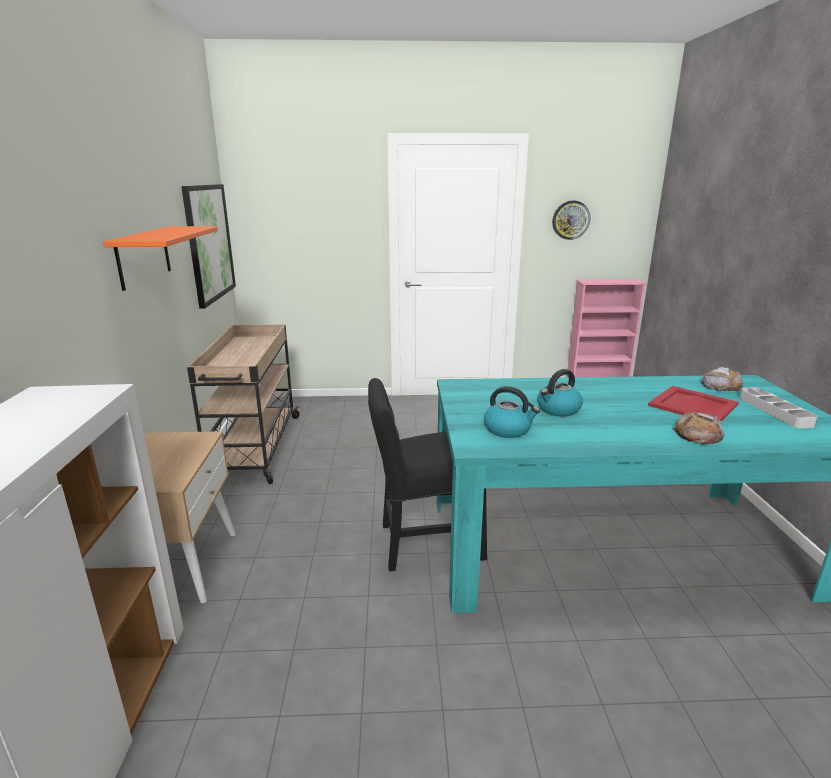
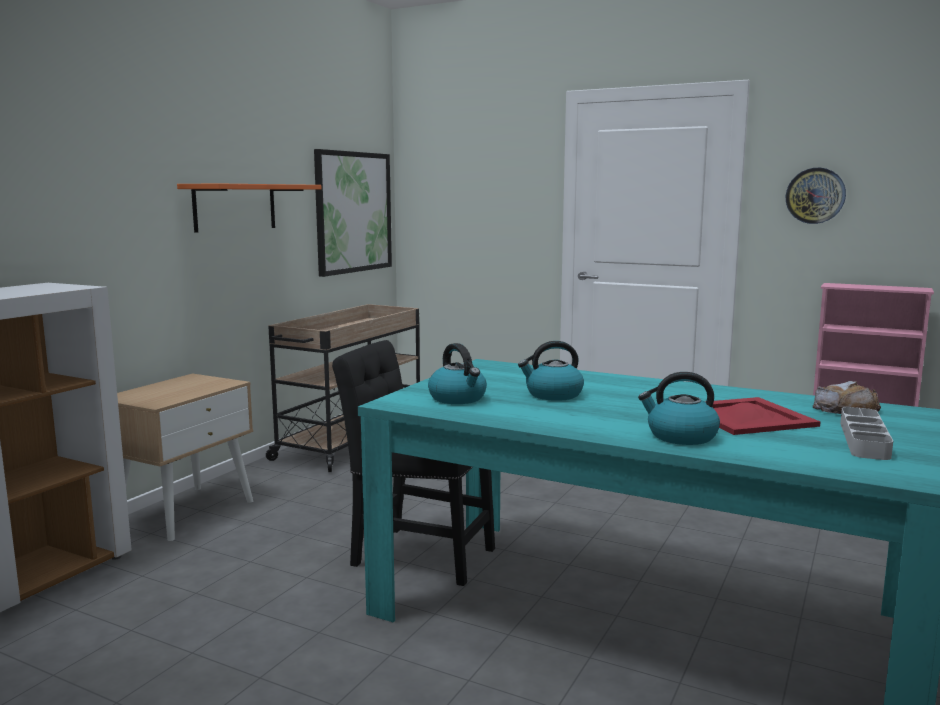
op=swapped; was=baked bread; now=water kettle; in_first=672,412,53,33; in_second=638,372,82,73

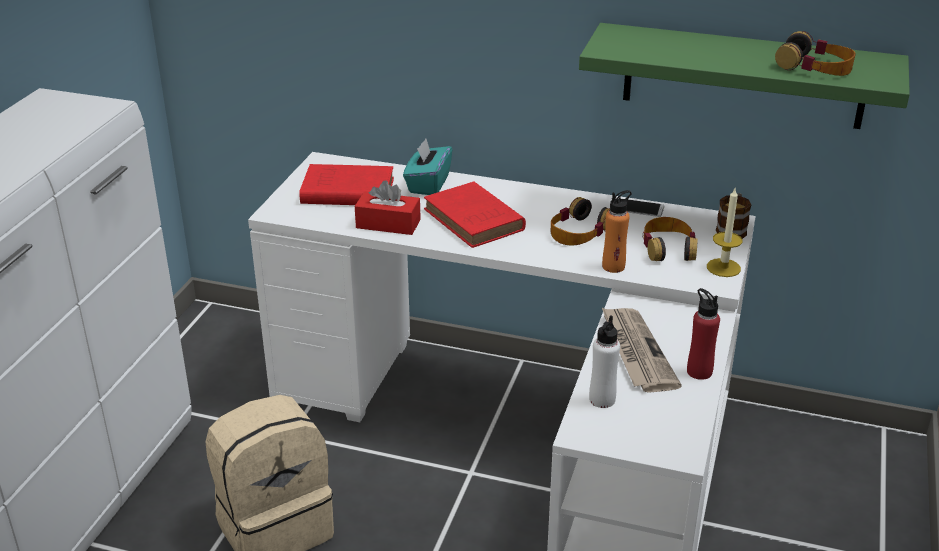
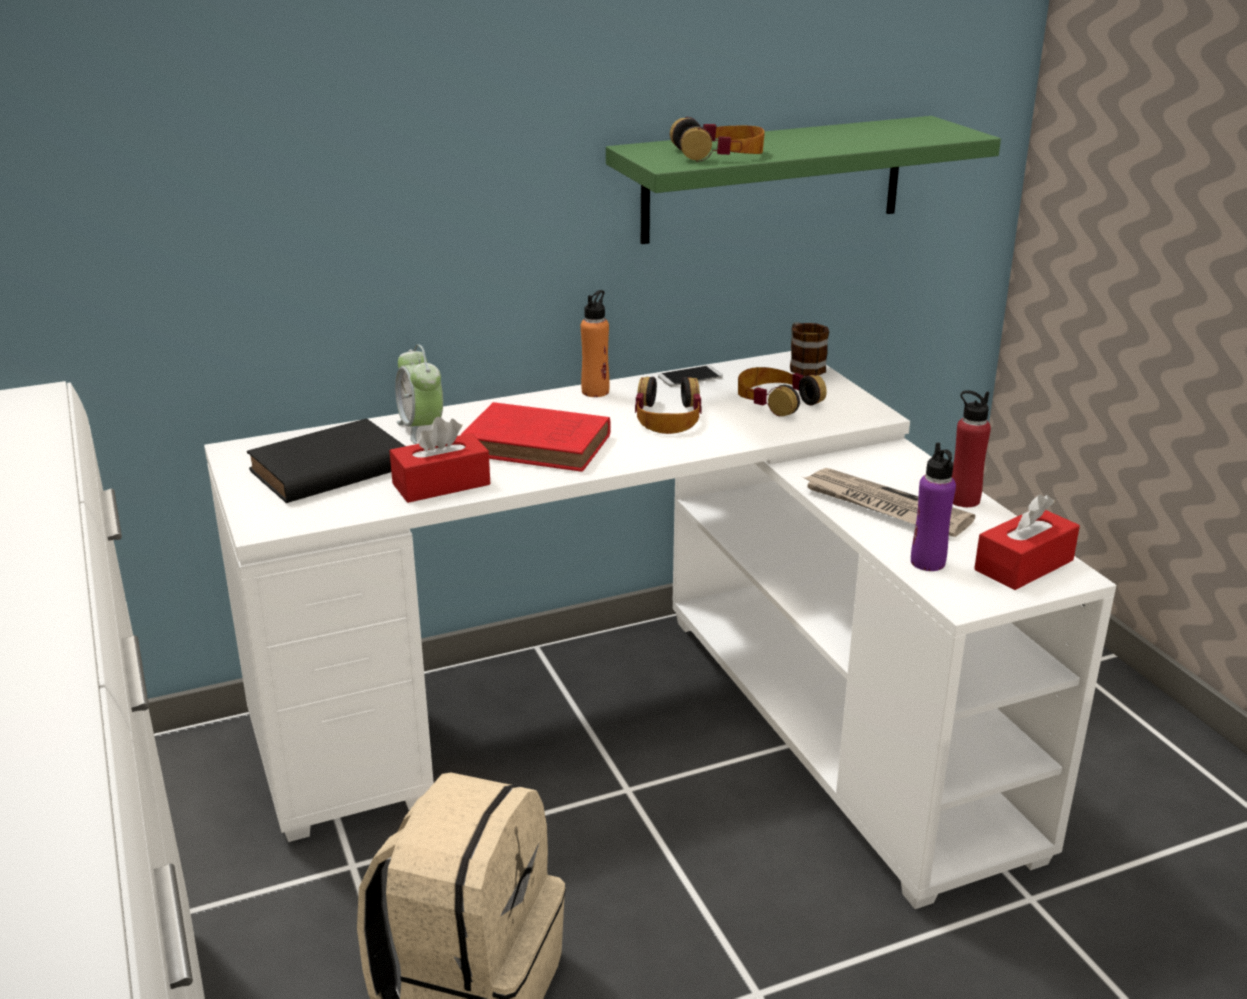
op=shifted; was=headphones; in_first=775,31,81,45; in_second=670,117,95,44
op=swapped; was=box of tissues (turquoise-coloured); now=alarm clock; in_first=403,138,49,57; in_second=395,344,48,100
op=repainted; was=volume (red-coloured); now=volume (black-coloured); in_first=299,164,95,41; in_second=247,418,158,85
op=gone; was=wax light; in_first=707,188,35,89
op=shifted; was=beverage bottle (orangey); in_first=602,190,30,83; in_second=581,290,29,107
op=repainted; was=beverage bottle (white-coloured); now=beverage bottle (purplish); in_first=589,315,31,93; in_second=911,443,45,128
op=new; now=box of tissues (red-coloured); in_second=974,495,106,95

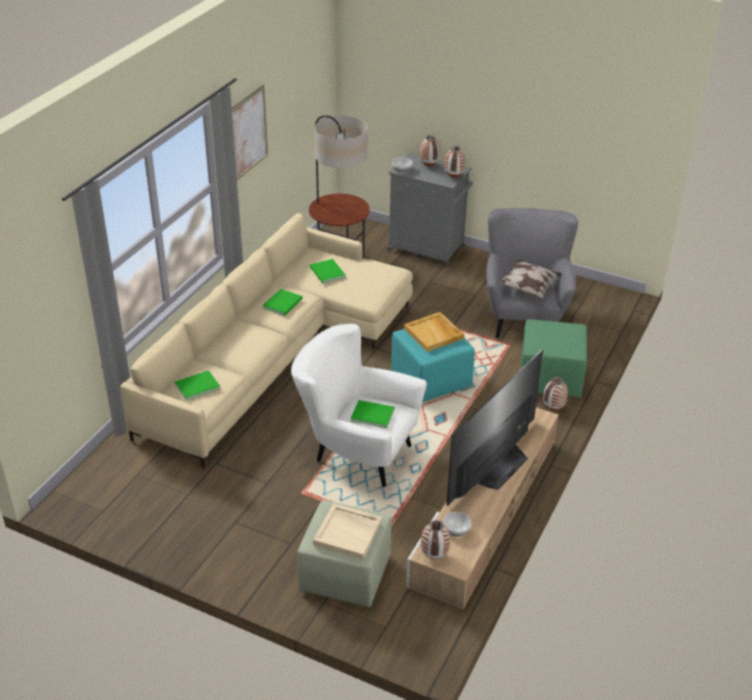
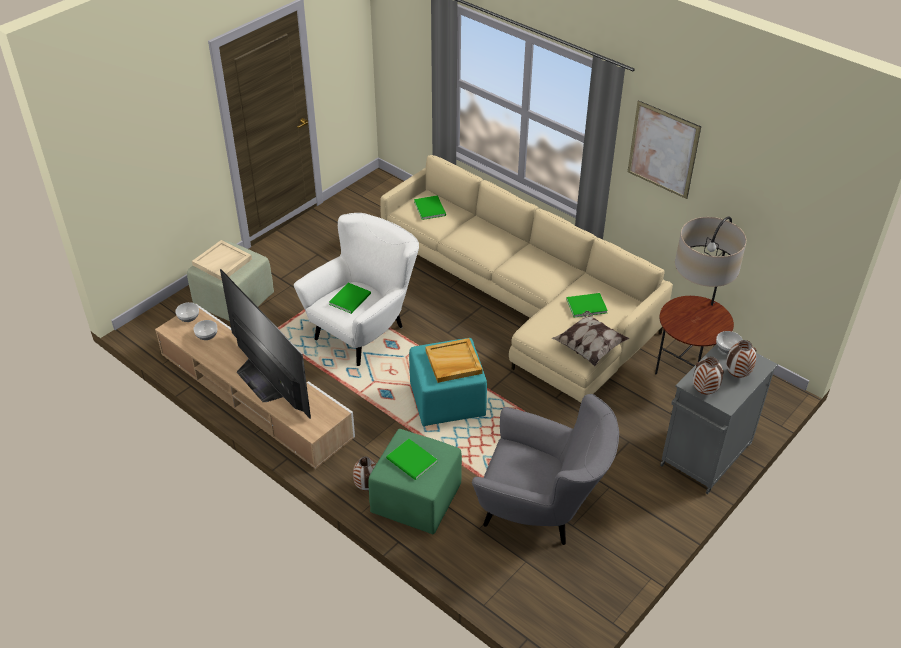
op=shifted; was=cushion; in_first=499,260,62,38; in_second=552,311,77,55
op=shifted; was=volume (green-coloured); in_first=263,289,40,27; in_second=386,439,52,41
op=swapped; was=decorative vase; now=serving bowl; in_first=421,520,29,39; in_second=175,302,24,20

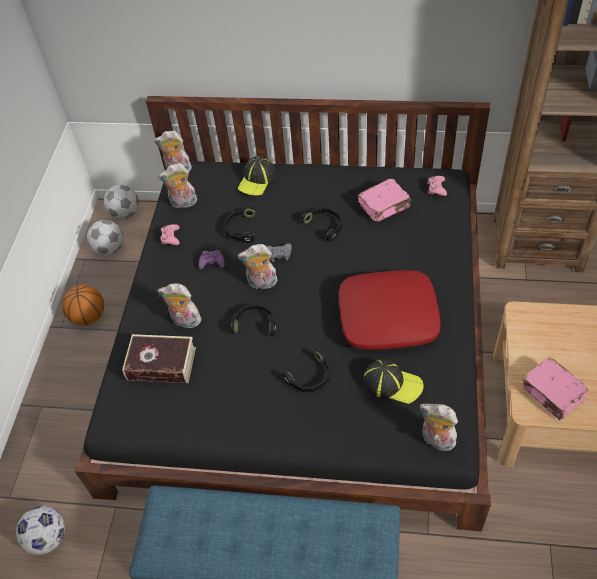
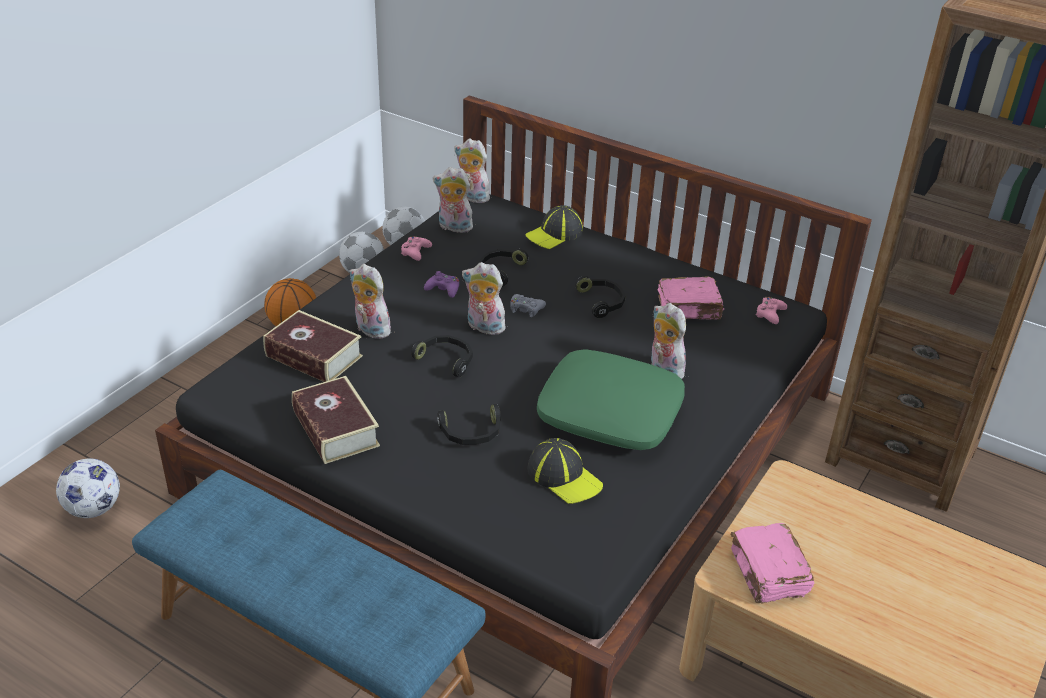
op=repainted; was=cushion (red-coloured); now=cushion (green-coloured); in_first=339,270,102,80; in_second=537,349,148,101
op=shifted; was=cuddly toy; in_first=420,403,38,48; in_second=651,303,35,76
op=new; now=volume; in_second=292,376,88,88

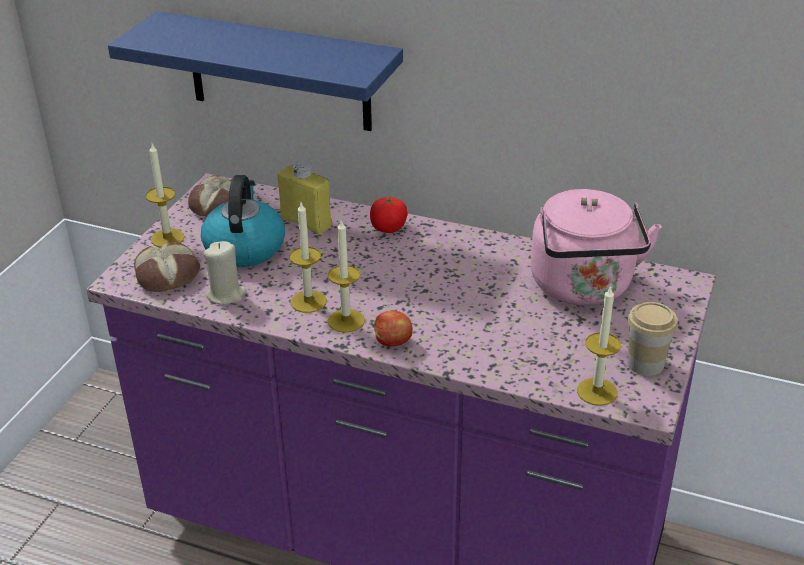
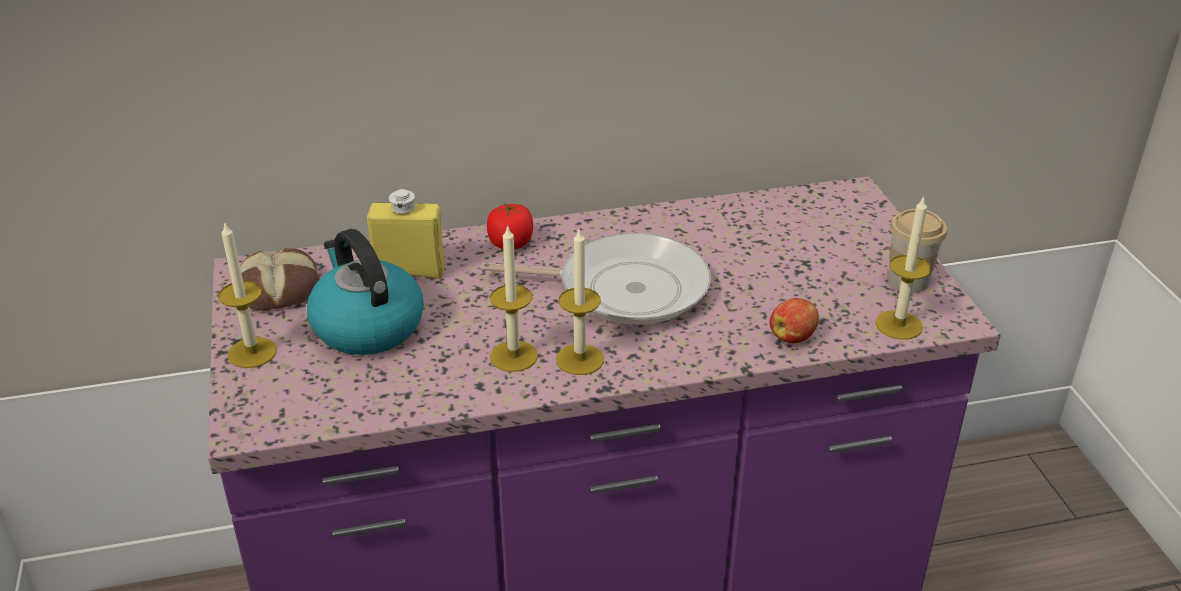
op=gone; was=wall shelf (blue-coloured); in_first=108,11,295,120
op=gone; was=water kettle (pink-coloured); in_first=531,189,131,116
op=gone; was=wax light (beige); in_first=204,241,43,64
op=gone; was=baked bread; in_first=134,242,66,50
op=shifted; was=apple fruit; in_first=374,311,39,36; in_second=770,298,49,45
op=new; now=frying pan; in_second=481,233,230,92

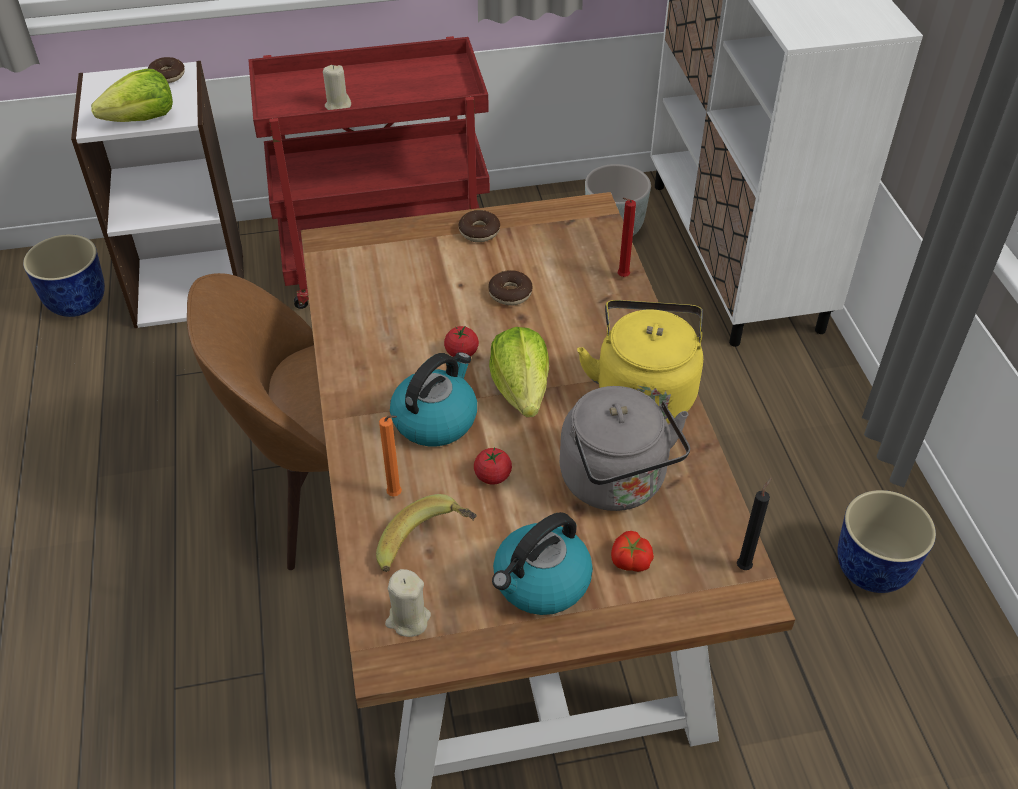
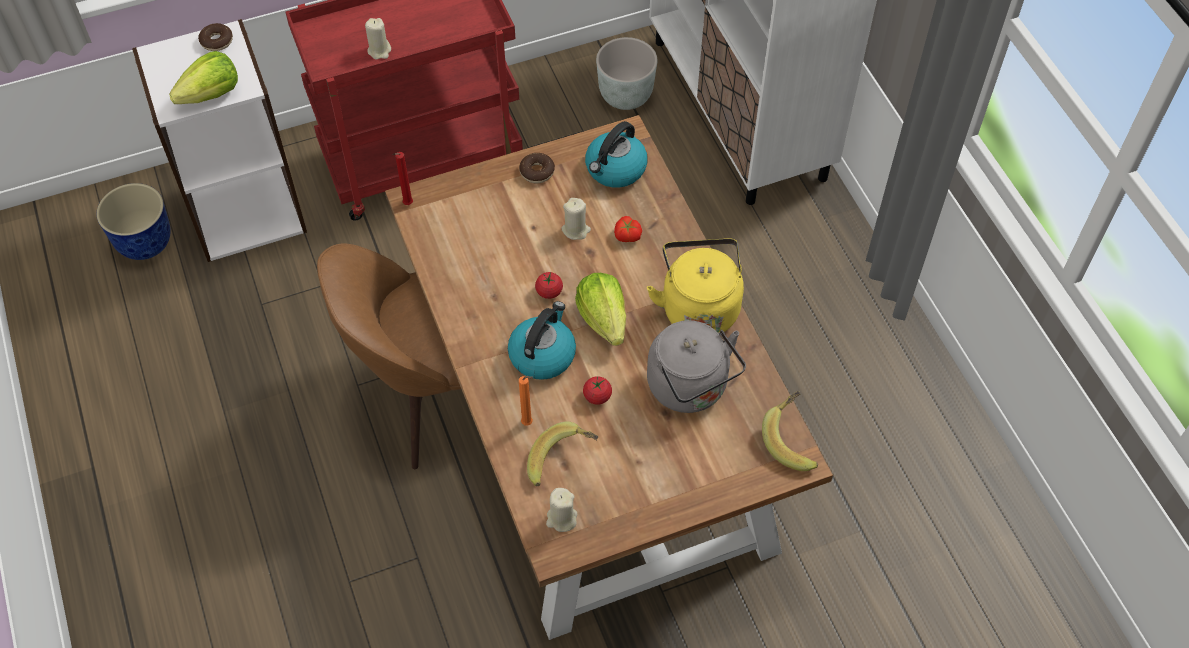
op=shifted; was=wax light (red-coloured); in_first=617,198,19,79; in_second=392,152,21,53
op=swapped; was=doughnut; now=wax light (beige); in_first=488,270,45,36; in_second=561,198,30,42
op=swapped; was=wax light (black-coloured); now=whole banana; in_first=737,478,35,92; in_second=762,391,56,80
op=gone; was=plant pot; in_first=837,490,99,103
op=shifted; was=water kettle; in_first=492,512,101,103; in_second=585,121,63,67
op=shifted; was=fresh tomato; in_first=611,531,43,41; in_second=614,216,28,26

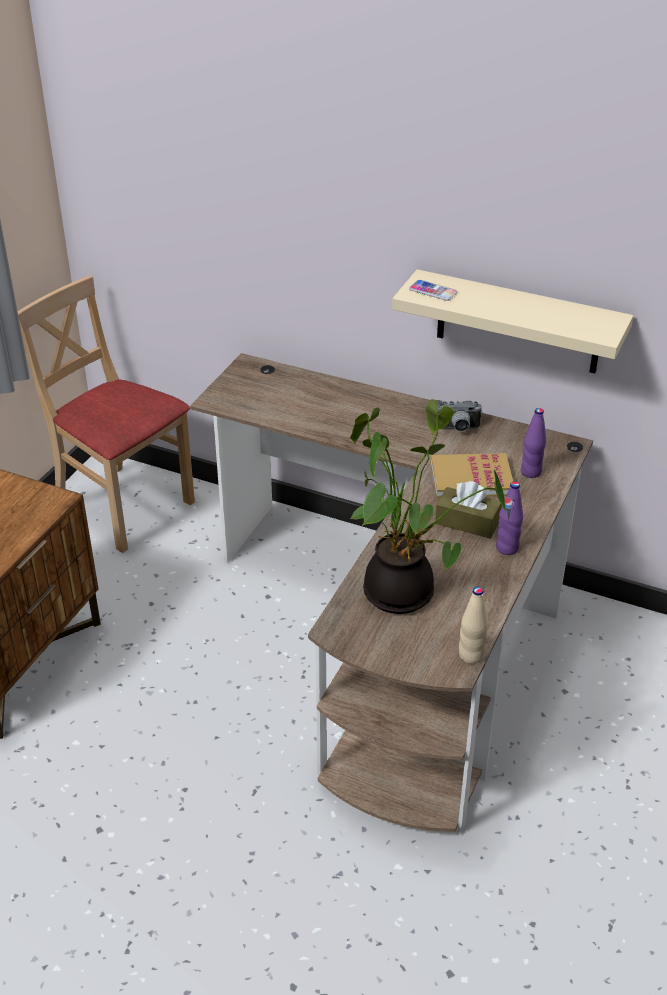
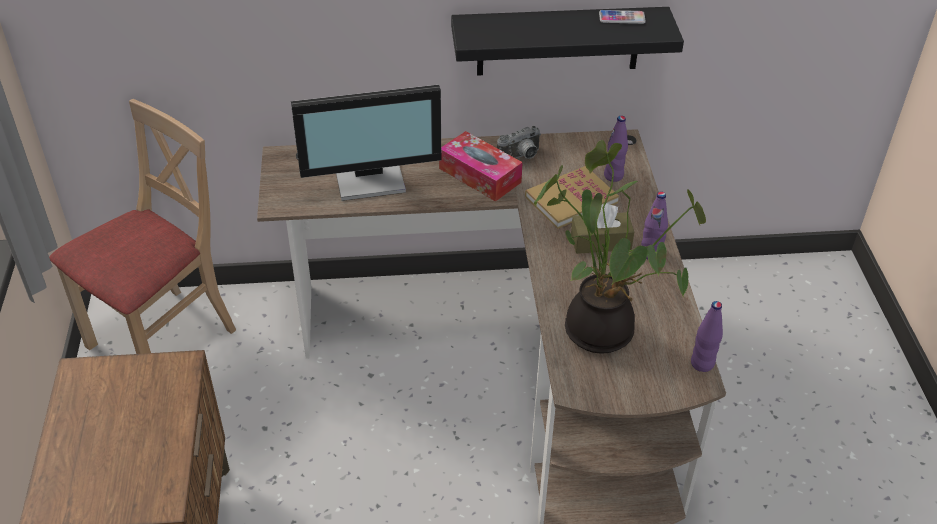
op=repainted; was=wall shelf (beige); now=wall shelf (black-coloured); in_first=392,269,242,104; in_second=451,7,233,69
op=rotated; was=upright chair (beige); in_first=18,275,177,278; in_second=49,99,187,255; clockwise=120
op=shifted; was=phone; in_first=409,280,49,21; in_second=599,10,47,14
op=repainted; was=beverage bottle (beige); now=beverage bottle (purplish); in_first=459,587,29,77; in_second=691,301,32,71
op=new; now=monitor; in_second=291,85,150,116
op=new; now=box of tissues; in_second=439,131,84,71

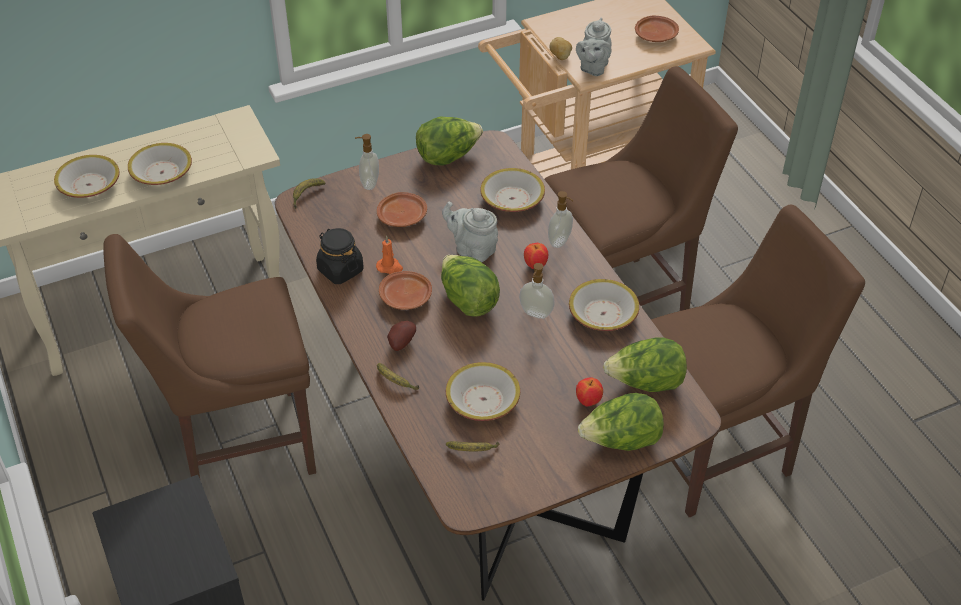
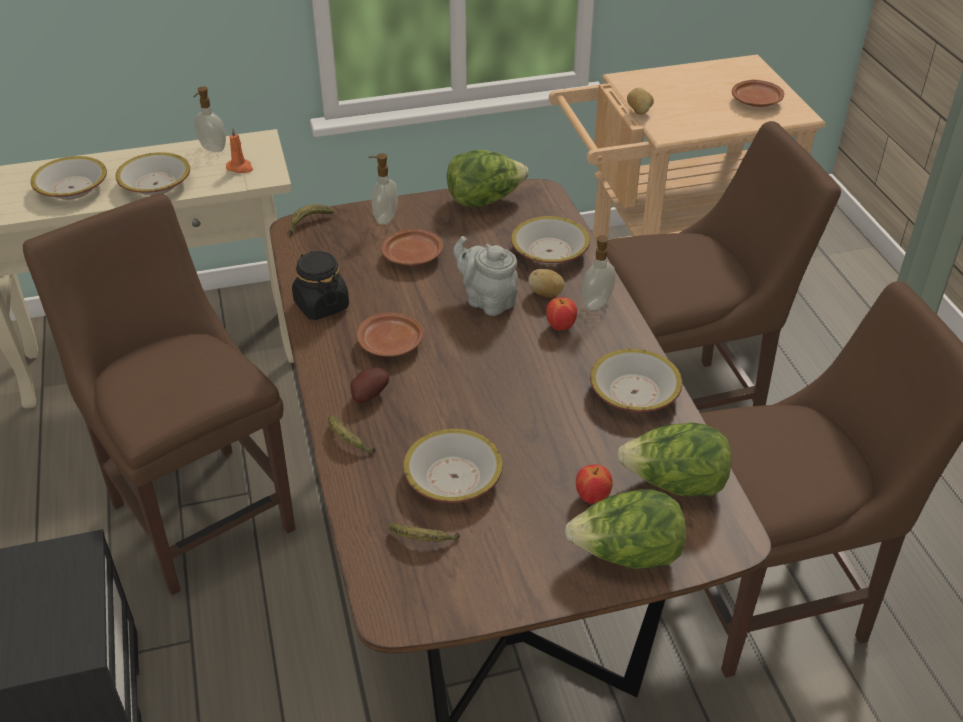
op=gone; was=teapot (greyish); in_first=576,17,36,59
op=rotated; was=upright chair (brown-coloured); in_first=103,234,213,244; in_second=23,193,272,403; clockwise=60
op=shifted; was=wax light (orangey); in_first=376,235,27,39; in_second=226,127,27,46
op=gone; was=lettuce; in_first=441,255,59,61
op=shifted; was=liquid soap bottle; in_first=519,263,36,56; in_second=193,86,33,66
op=new; now=potato; in_second=528,269,36,28

